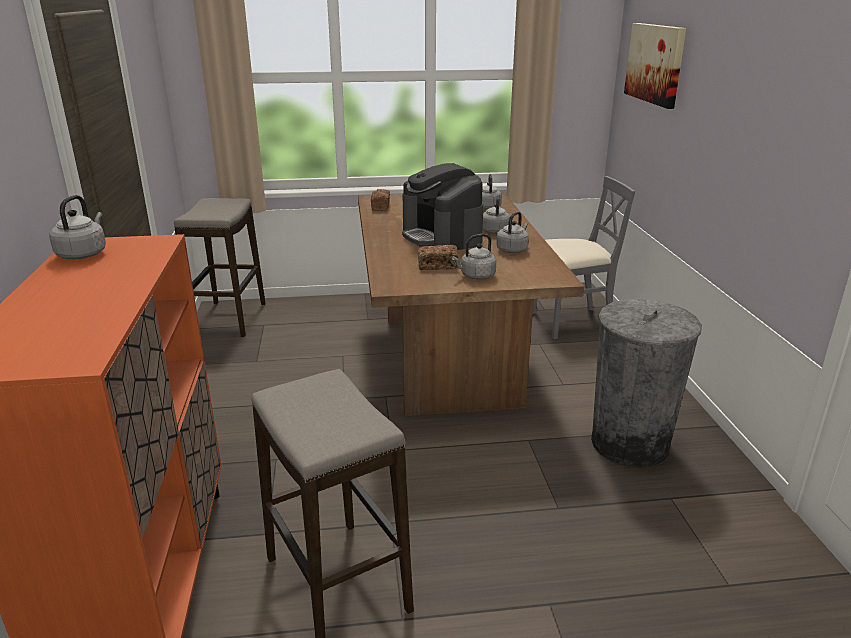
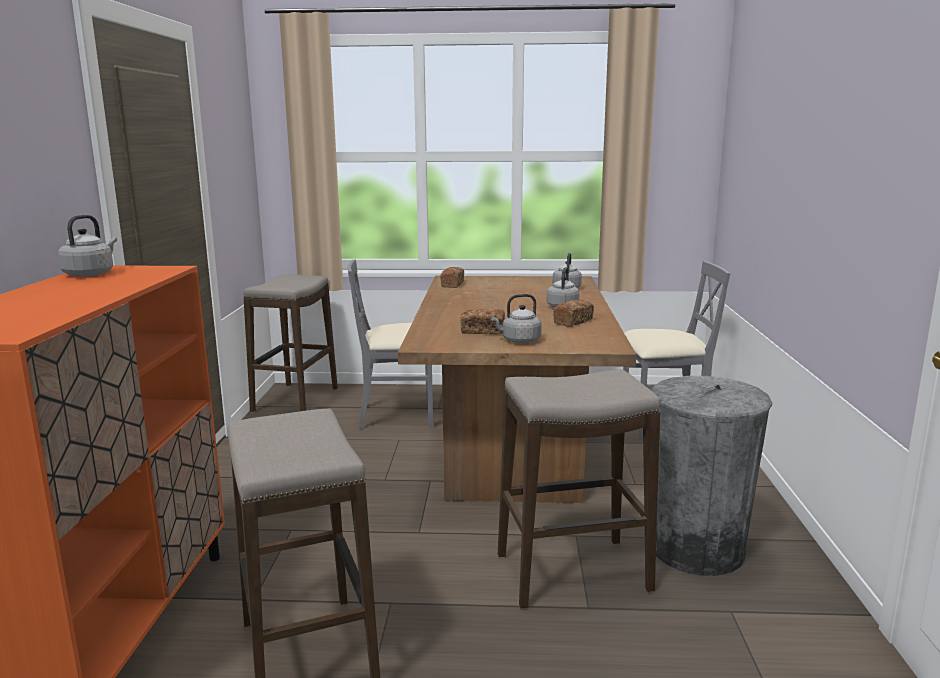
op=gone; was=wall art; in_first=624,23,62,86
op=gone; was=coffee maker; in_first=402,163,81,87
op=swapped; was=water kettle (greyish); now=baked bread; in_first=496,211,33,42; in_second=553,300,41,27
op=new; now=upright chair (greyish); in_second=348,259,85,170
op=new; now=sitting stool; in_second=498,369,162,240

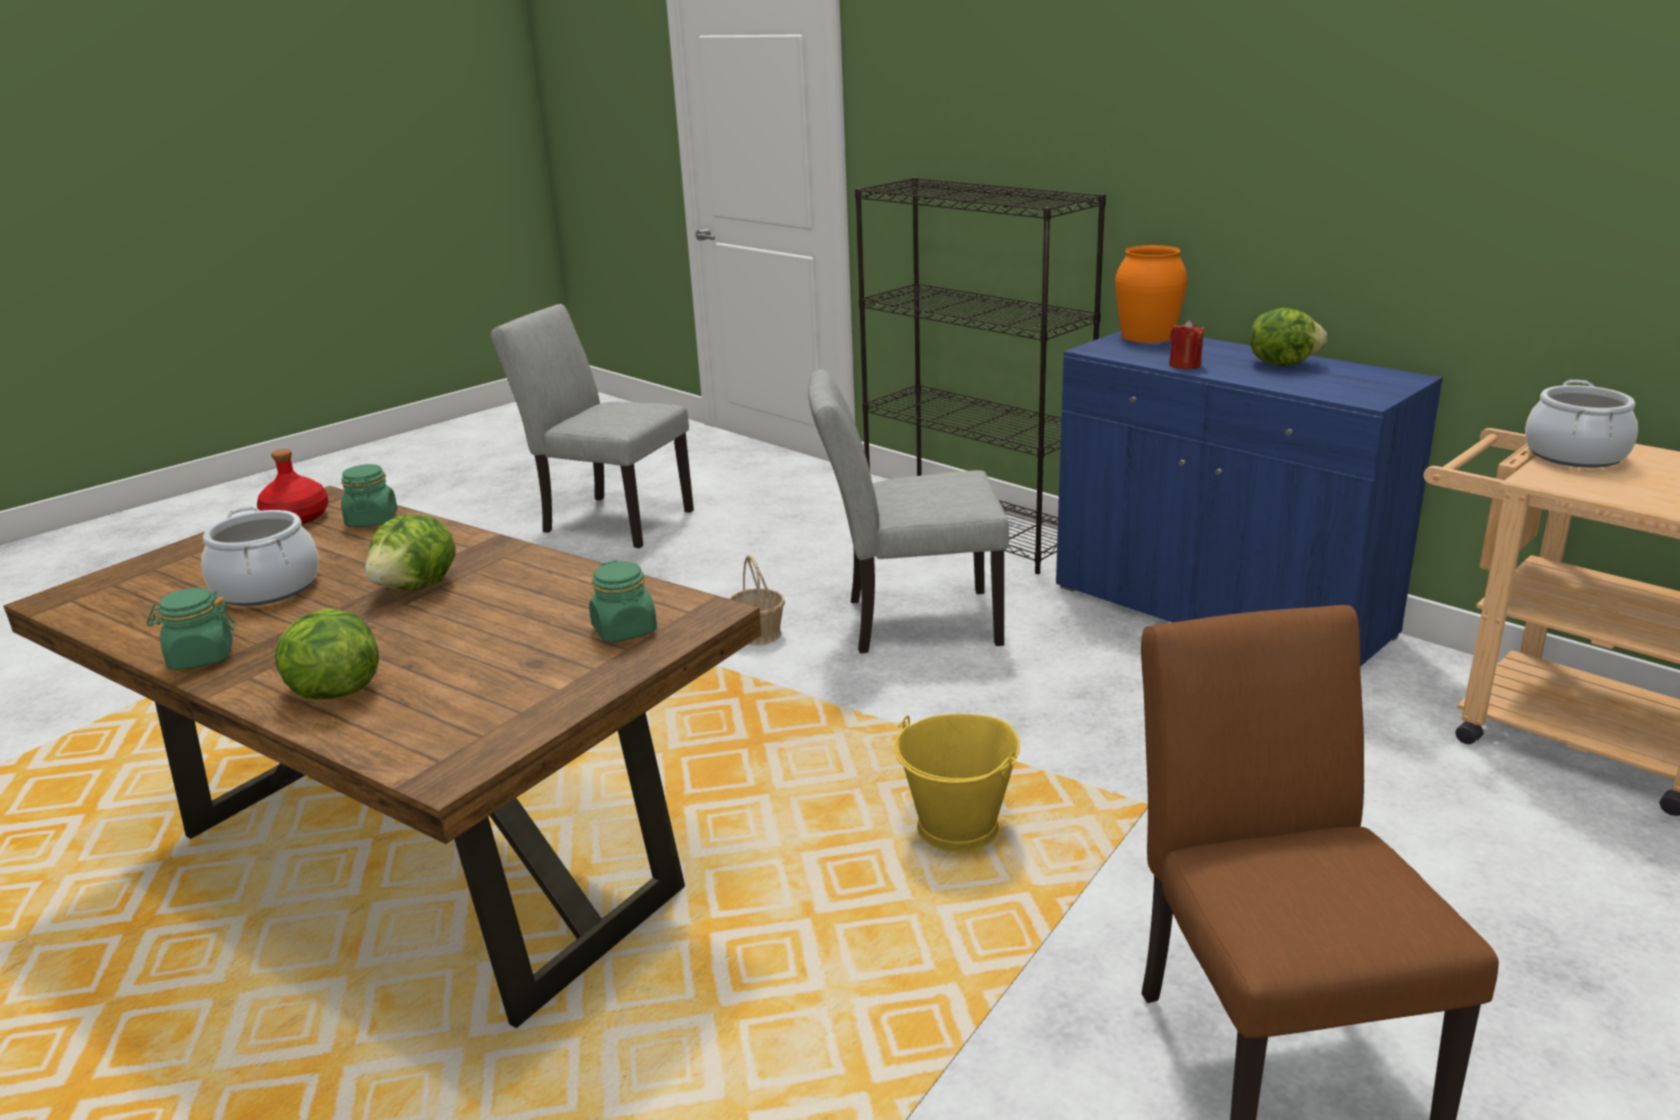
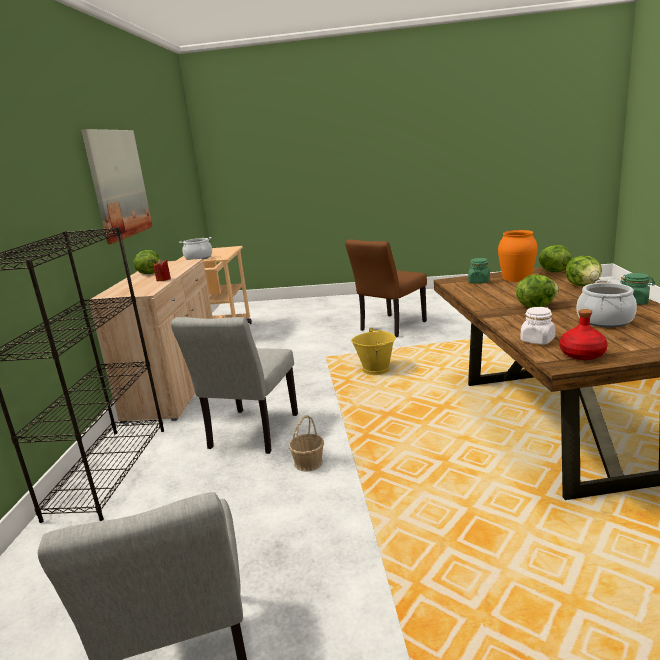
op=shifted; was=decorative vase (orangey); in_first=1115,245,72,98; in_second=498,230,40,52
op=repainted; was=cabinet (blue-coloured); now=cabinet (beige); in_first=1056,331,387,336; in_second=88,259,125,164
op=rotated; was=upright chair (greyish); in_first=808,369,201,284; in_second=171,317,127,137; clockwise=60
op=repainted; was=jar (green-coloured); now=jar (white-coloured); in_first=341,464,56,63; in_second=520,307,35,38
op=new; now=wall art; in_second=82,129,71,115
op=new; now=lettuce; in_second=539,245,33,27

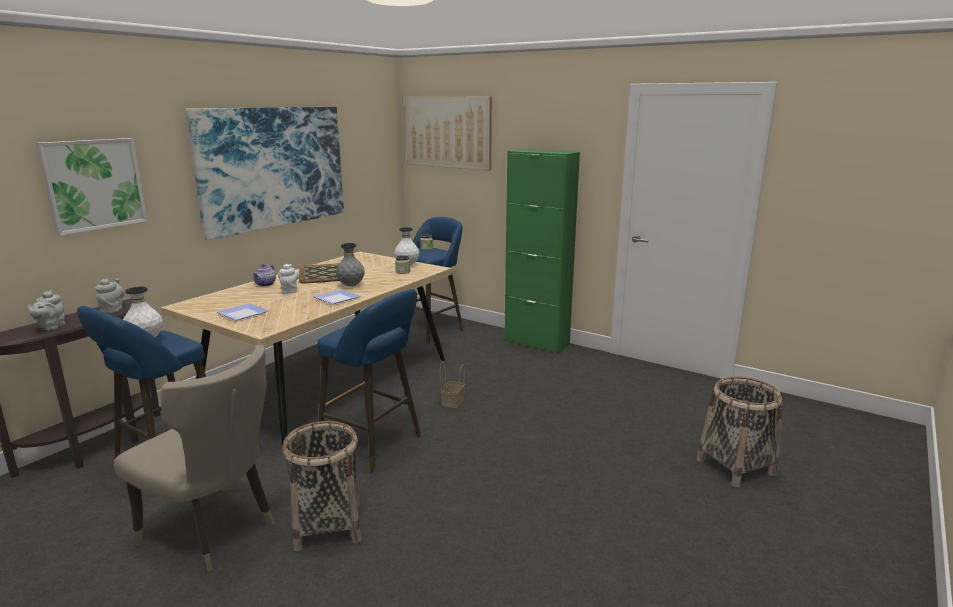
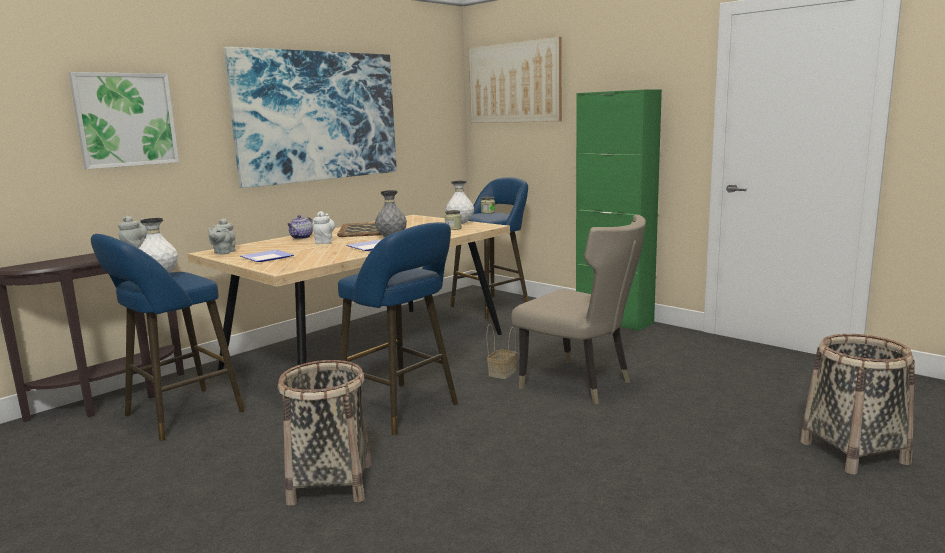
op=shifted; was=teapot (greyish); in_first=27,290,38,41; in_second=208,218,27,36
op=shifted; was=upright chair (beige); in_first=114,345,161,226; in_second=511,215,135,190

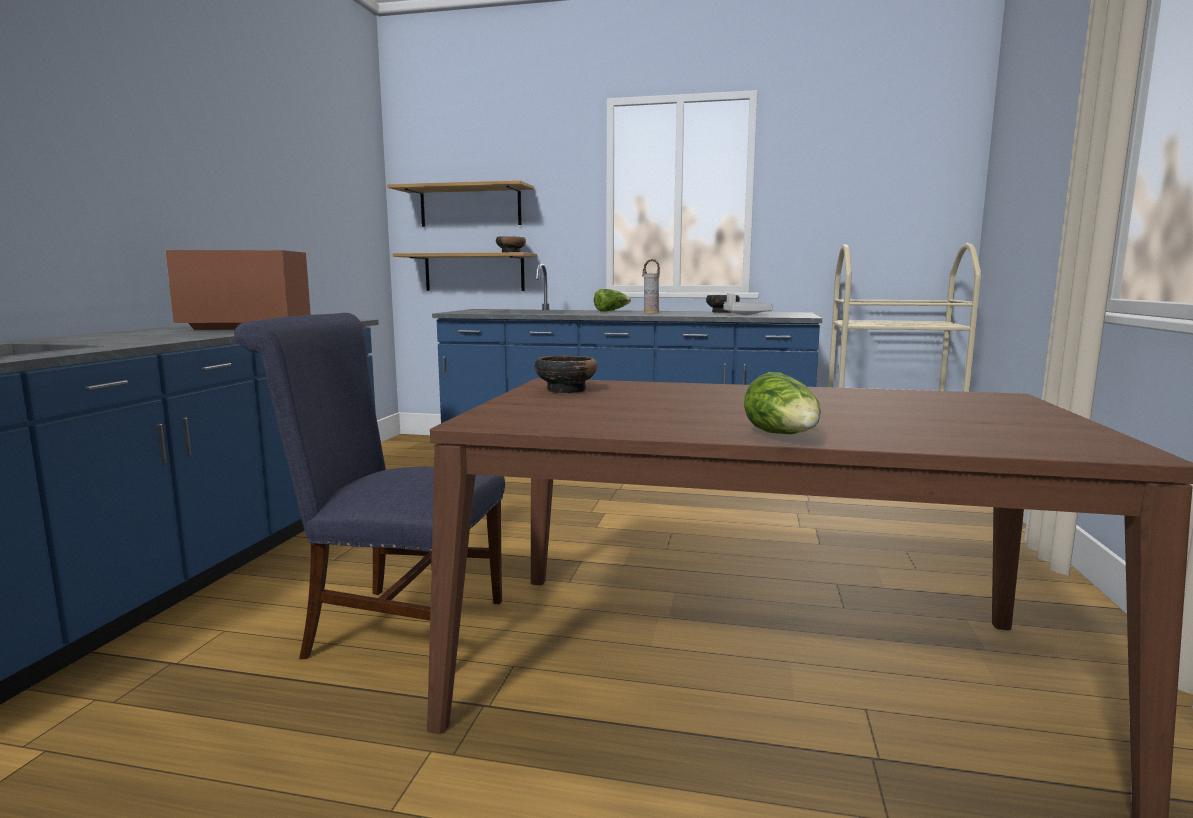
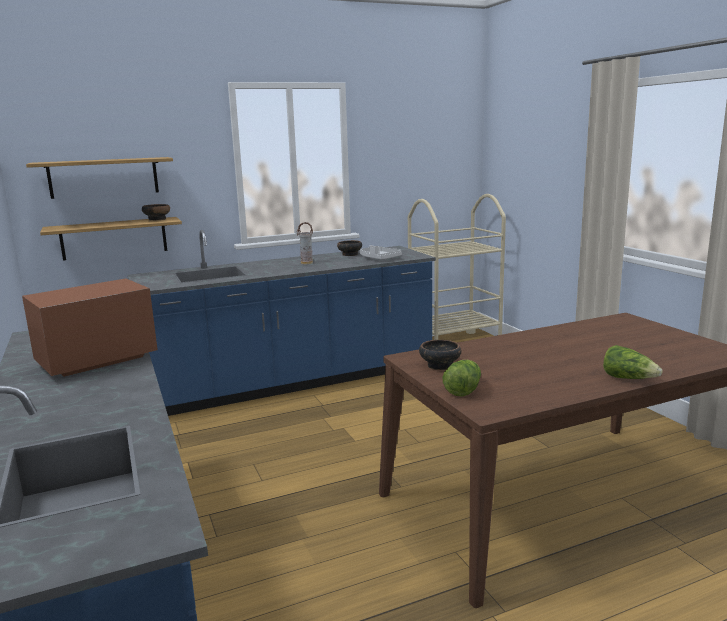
op=shifted; was=lettuce; in_first=594,289,37,22; in_second=443,360,38,37
op=gone; was=upright chair (blue-coloured); in_first=234,313,271,346

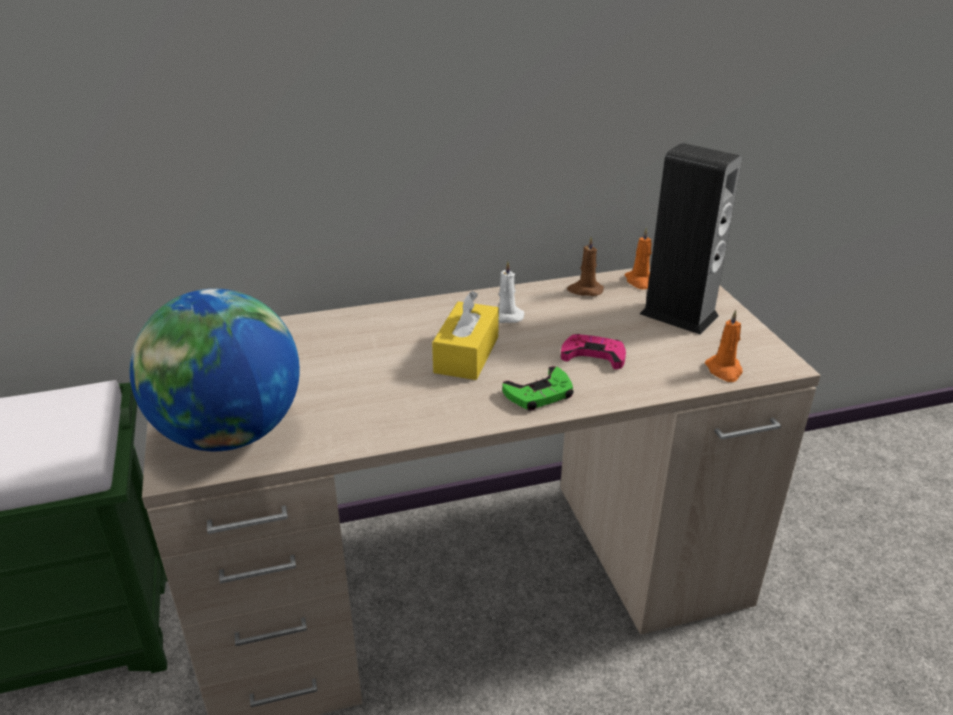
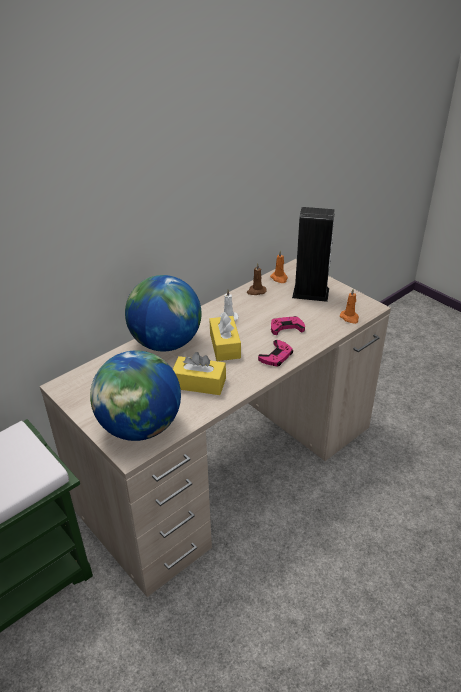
op=repainted; was=joypad (green-coloured); now=joypad (pink-coloured); in_first=502,366,71,44; in_second=258,340,35,26
op=new; now=world globe; in_second=125,275,77,76
op=new; now=box of tissues (yellowish); in_second=173,352,53,43

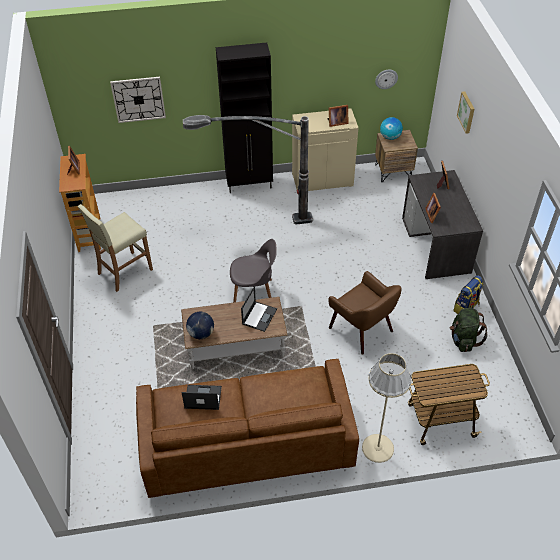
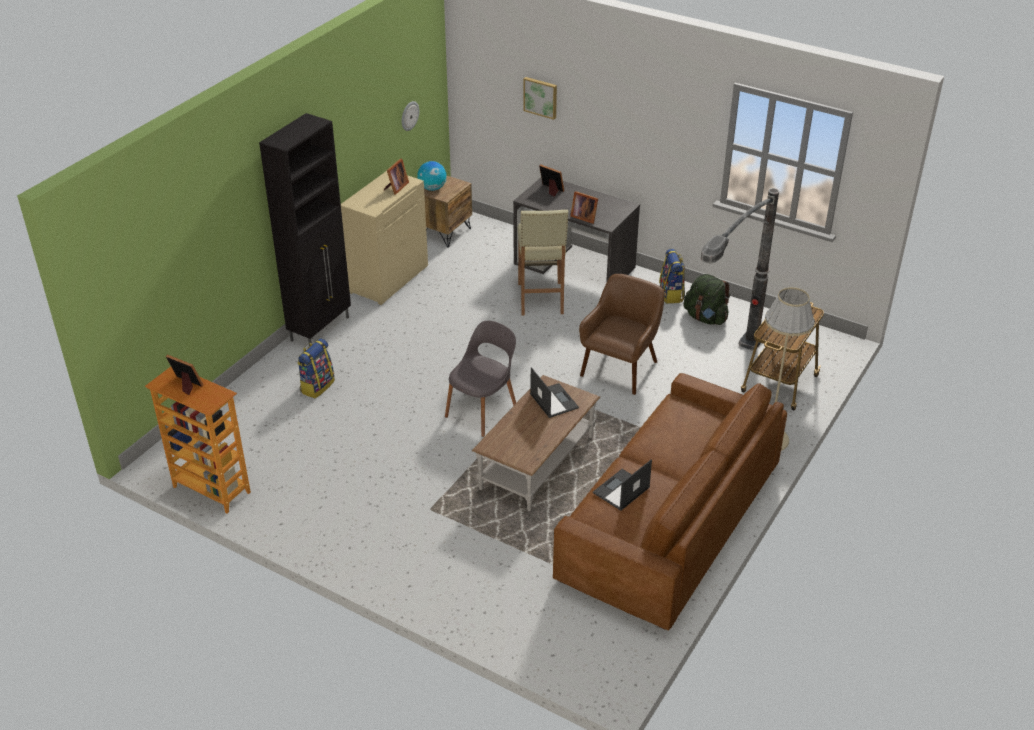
op=gone; was=wall clock; in_first=110,77,56,46
op=shifted; was=standing lamp; in_first=183,115,130,110; in_second=701,188,78,163
op=shifted; was=sitting stool (beige); in_first=78,204,75,88; in_second=518,210,50,105
op=rotated; was=lounge chair (brown-coloured); in_first=328,271,73,84; in_second=579,274,86,121; clockwise=-60
op=gone; was=world globe; in_first=186,312,28,27
op=new; now=backpack; in_second=297,338,38,60

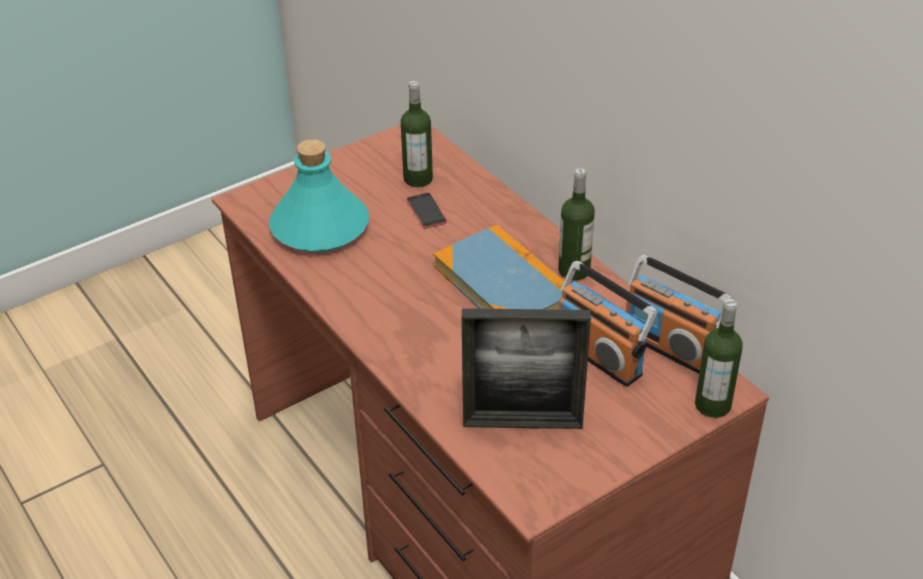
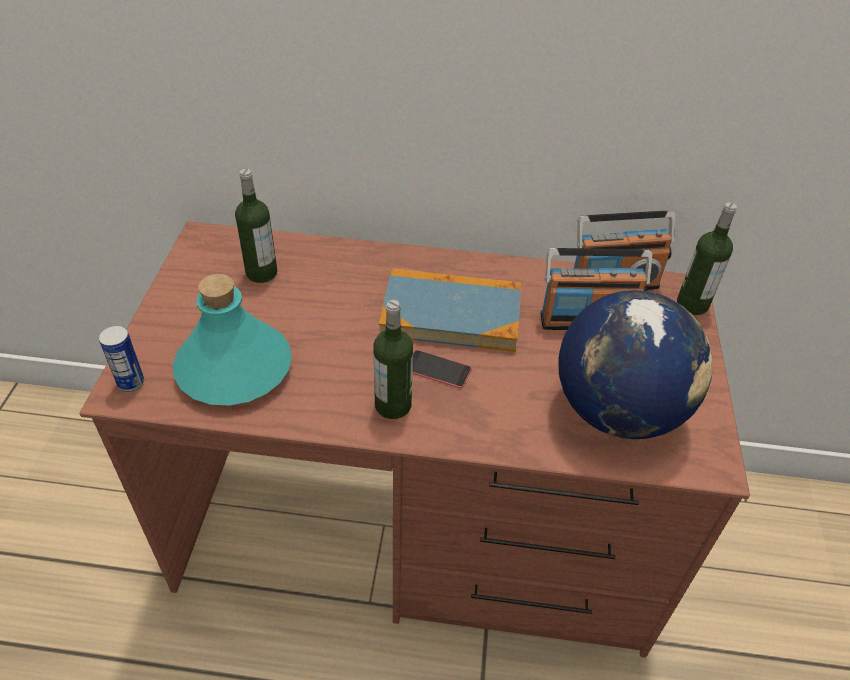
op=shifted; was=beverage bottle; in_first=558,168,37,112; in_second=373,300,40,119
op=shifted; was=phone; in_first=406,192,41,36; in_second=412,350,60,38
op=swapped; was=picture frame; now=world globe; in_first=462,308,129,121; in_second=558,290,155,149
op=new; now=can; in_second=98,325,46,67

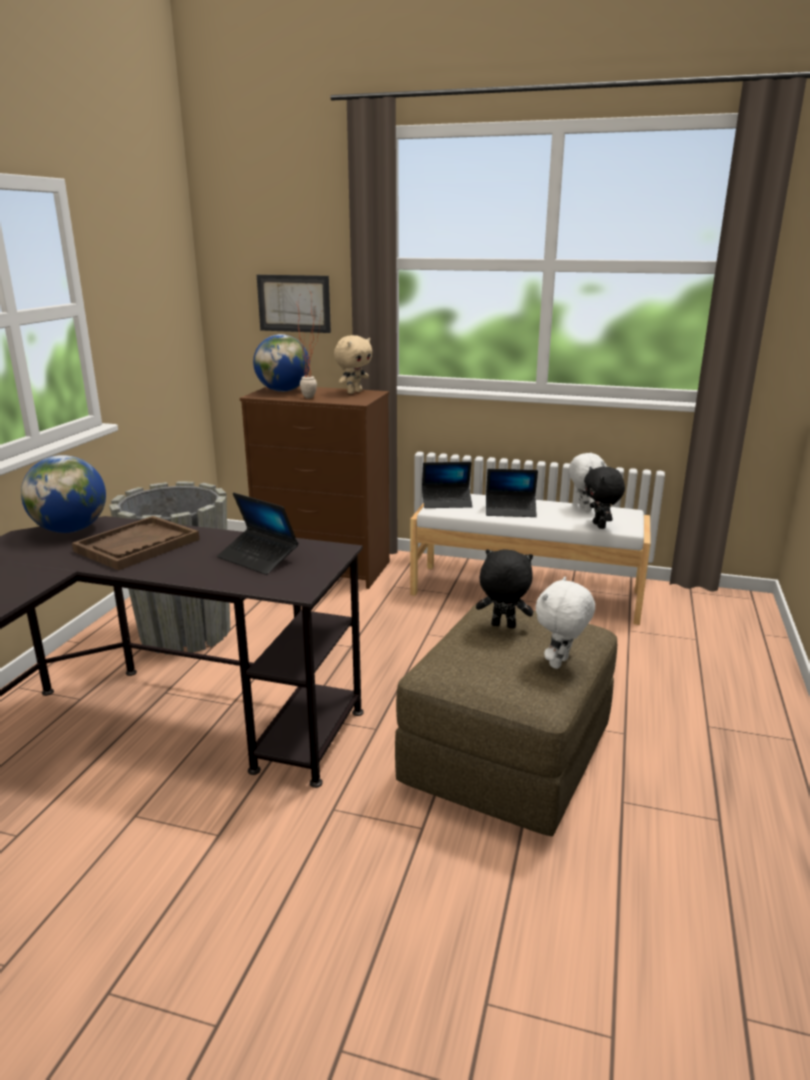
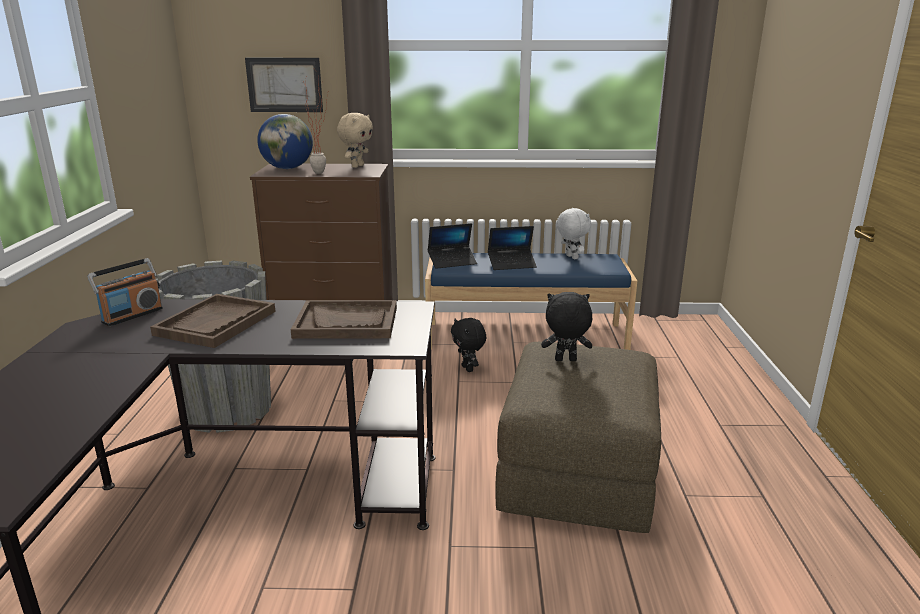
op=swapped; was=world globe; now=radio; in_first=21,455,85,78; in_second=87,258,76,68
op=shifted; was=cuddly toy (black-coloured); in_first=584,467,41,62; in_second=451,318,35,54
op=swapped; was=notebook computer; now=carrying tray (brown-coloured); in_first=217,493,81,82; in_second=291,300,106,39
op=repainted; was=bench (white-coloured); now=bench (blue-coloured); in_first=410,494,241,131; in_second=425,253,212,97
op=gone; was=cuddly toy (white-coloured); in_first=536,576,59,93

